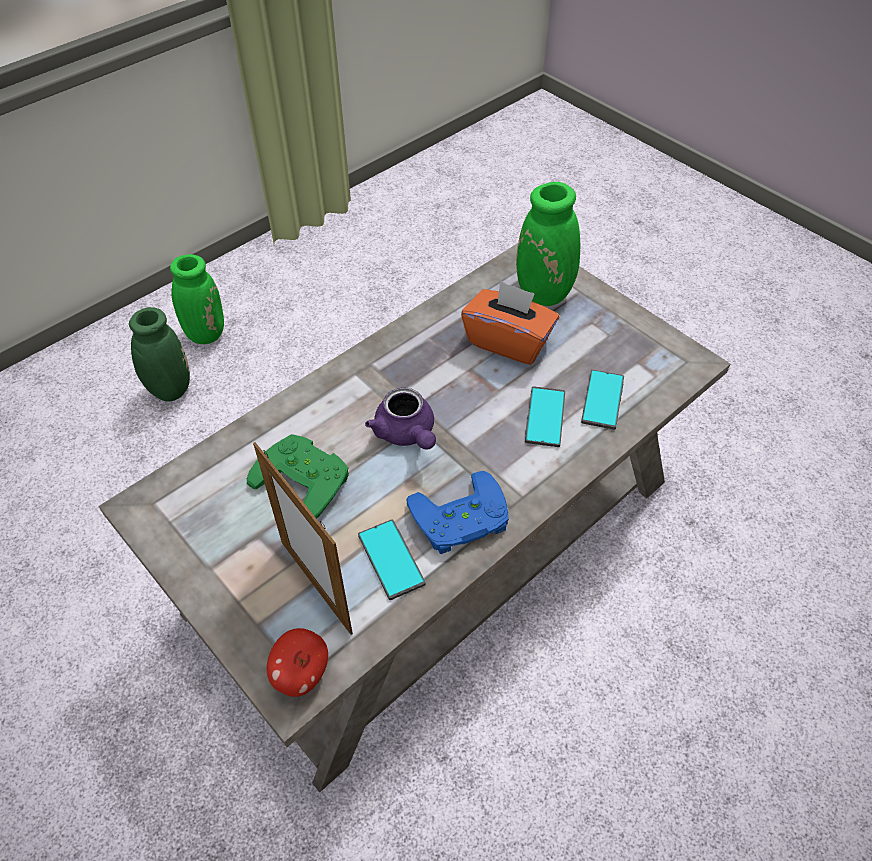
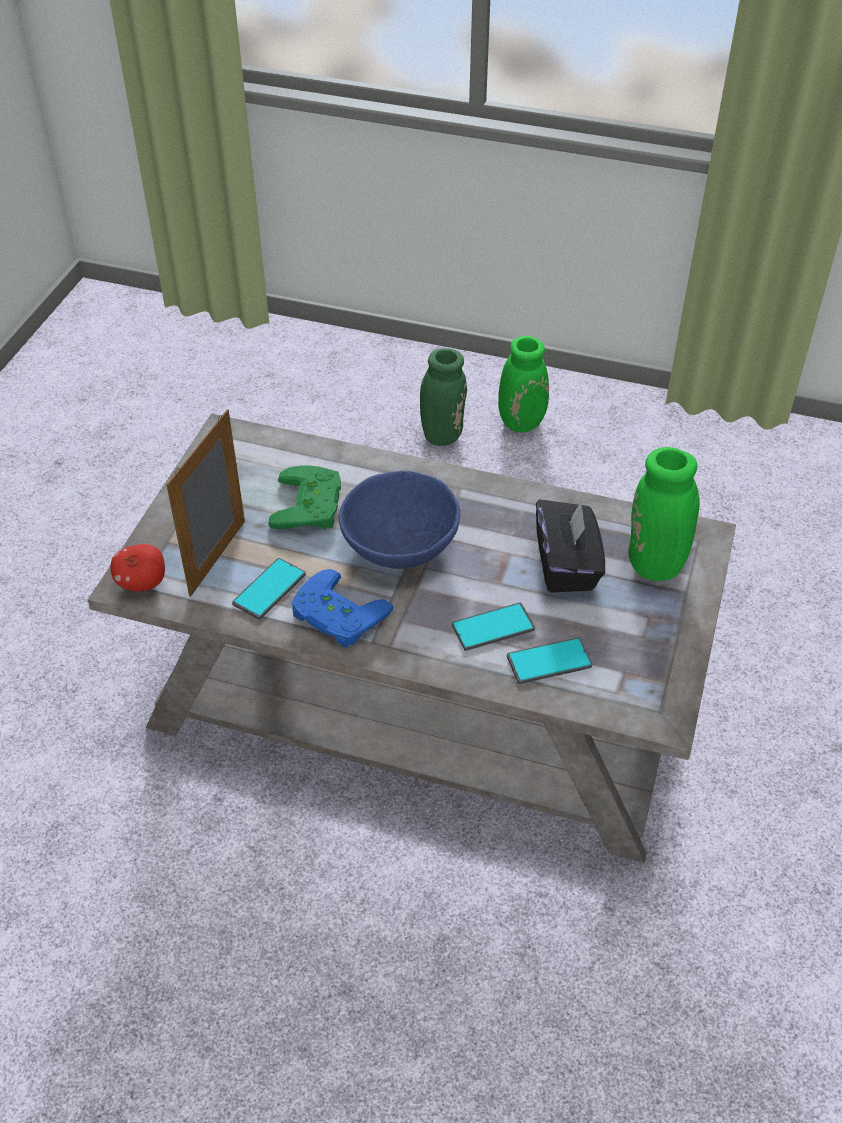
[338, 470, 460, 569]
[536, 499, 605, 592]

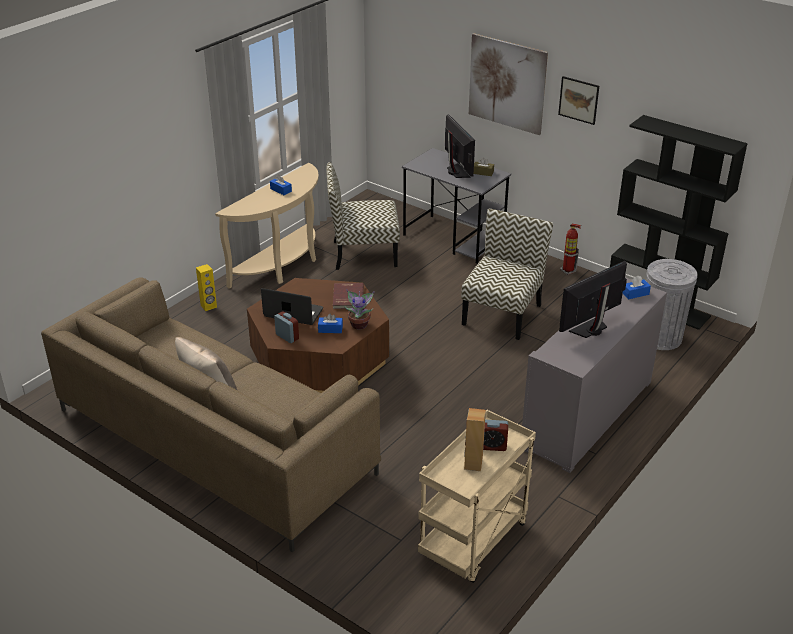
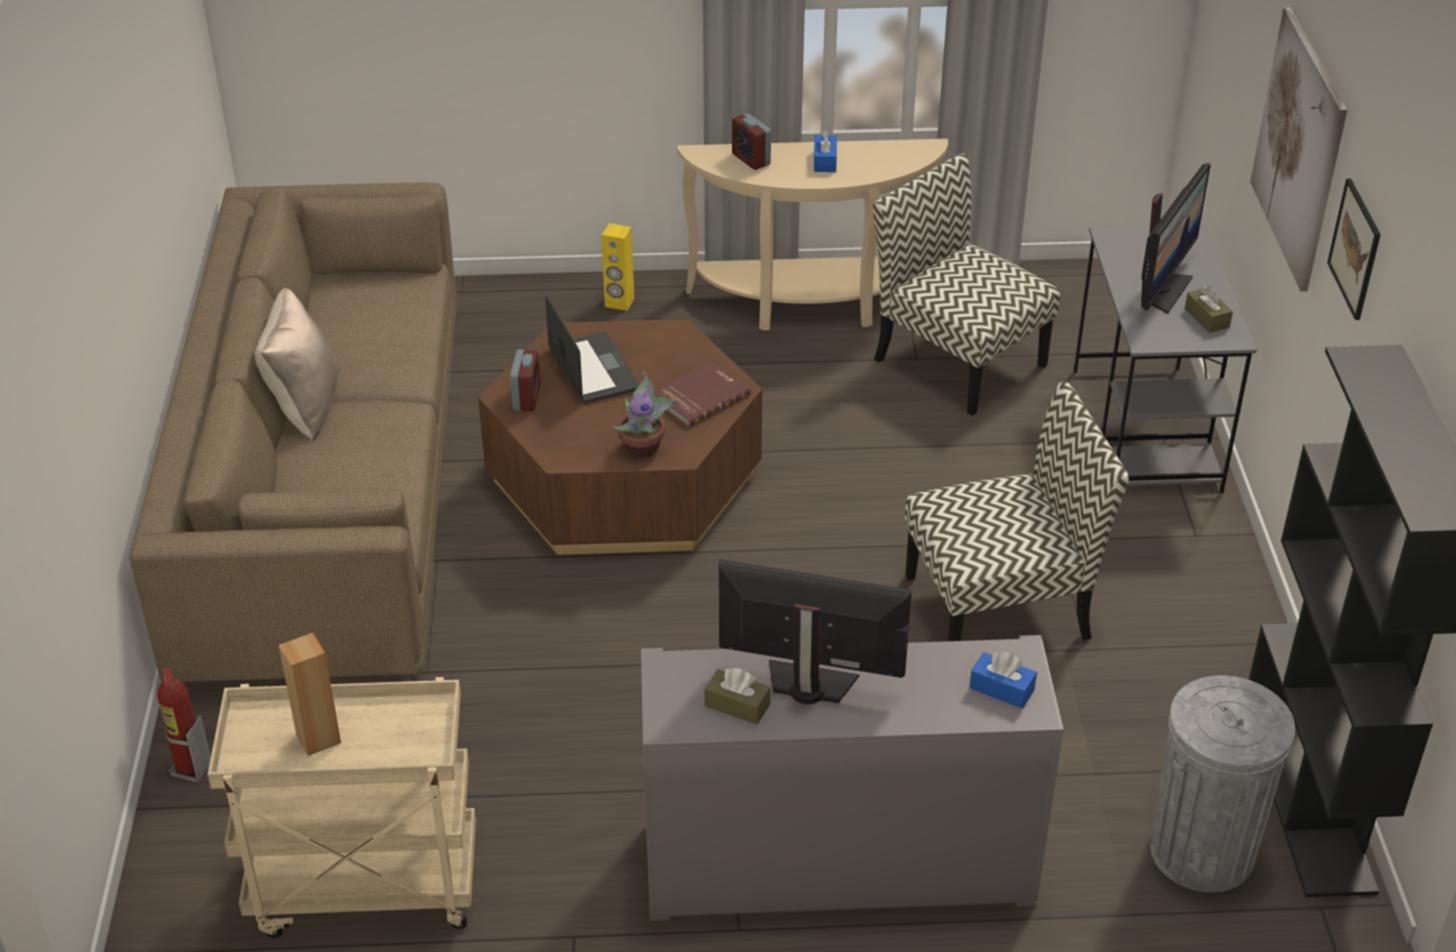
[157, 667, 211, 782]
[704, 668, 770, 724]
[732, 113, 771, 170]
[318, 314, 343, 333] (first image)

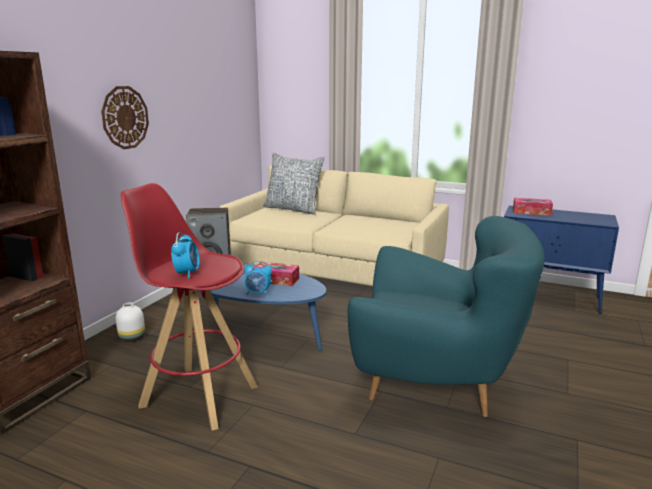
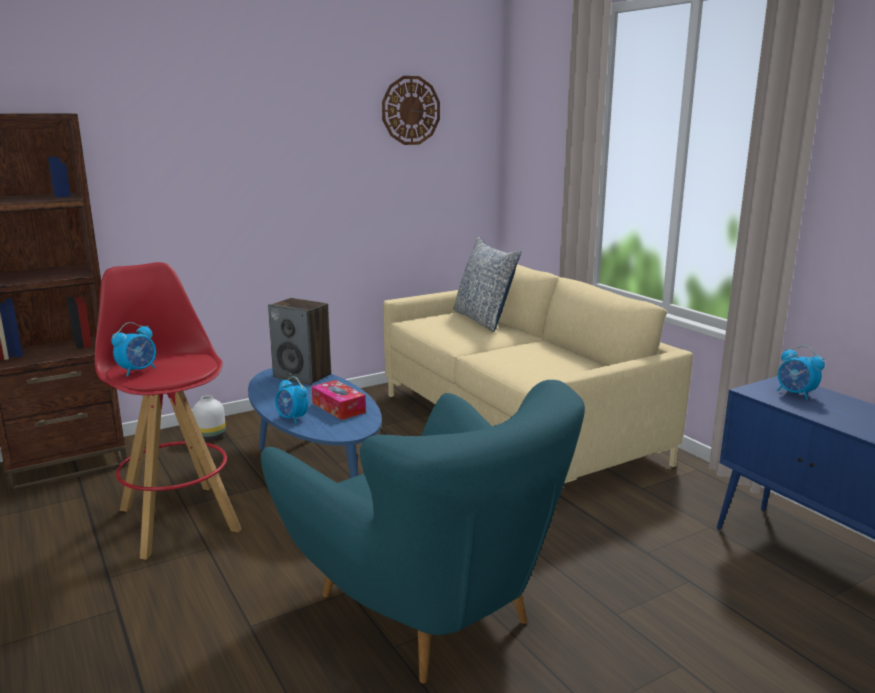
[382, 76, 440, 145]
[777, 346, 825, 400]

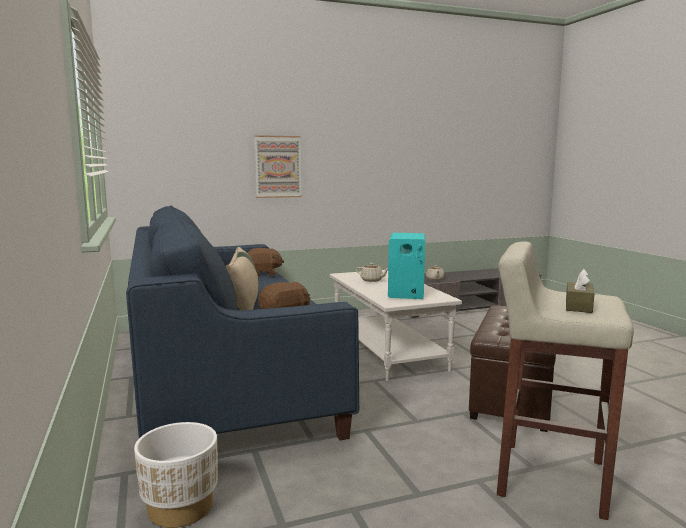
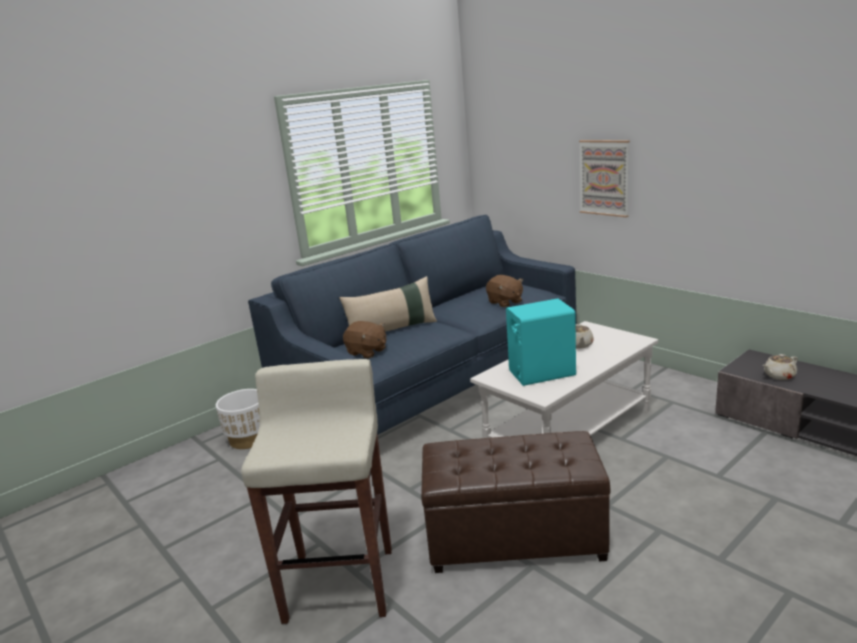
[566, 269, 595, 313] (first image)

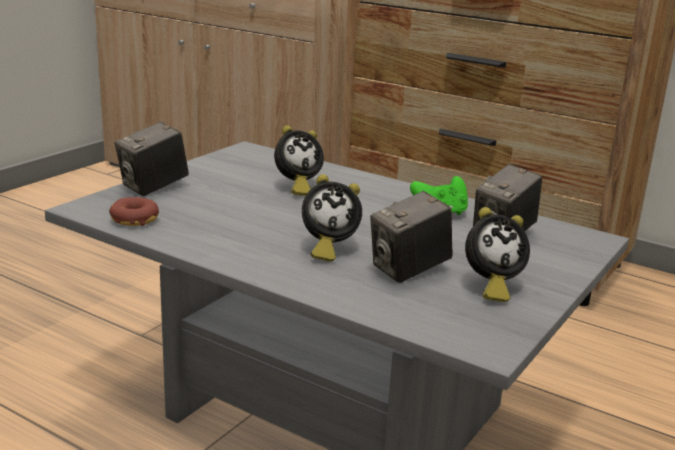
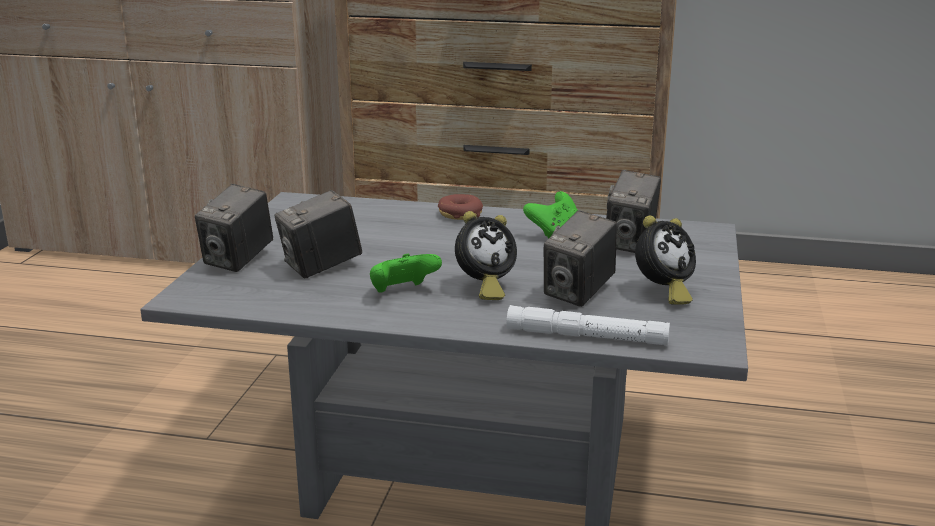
[274, 190, 362, 278]
[370, 254, 442, 293]
[438, 194, 483, 220]
[507, 305, 670, 346]
[274, 125, 324, 196] (first image)

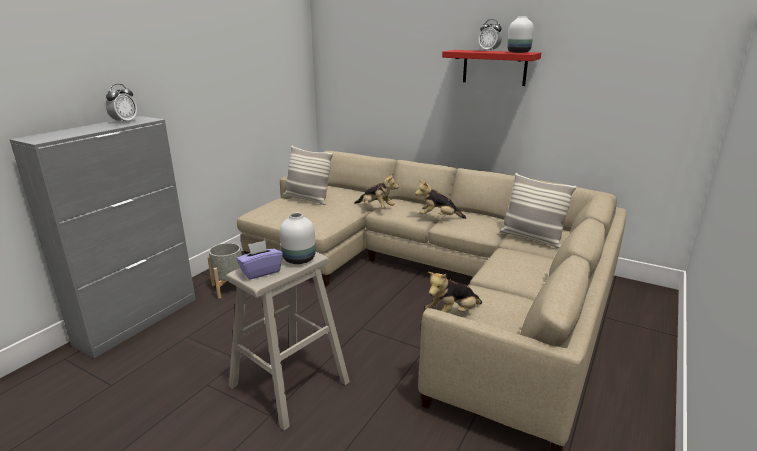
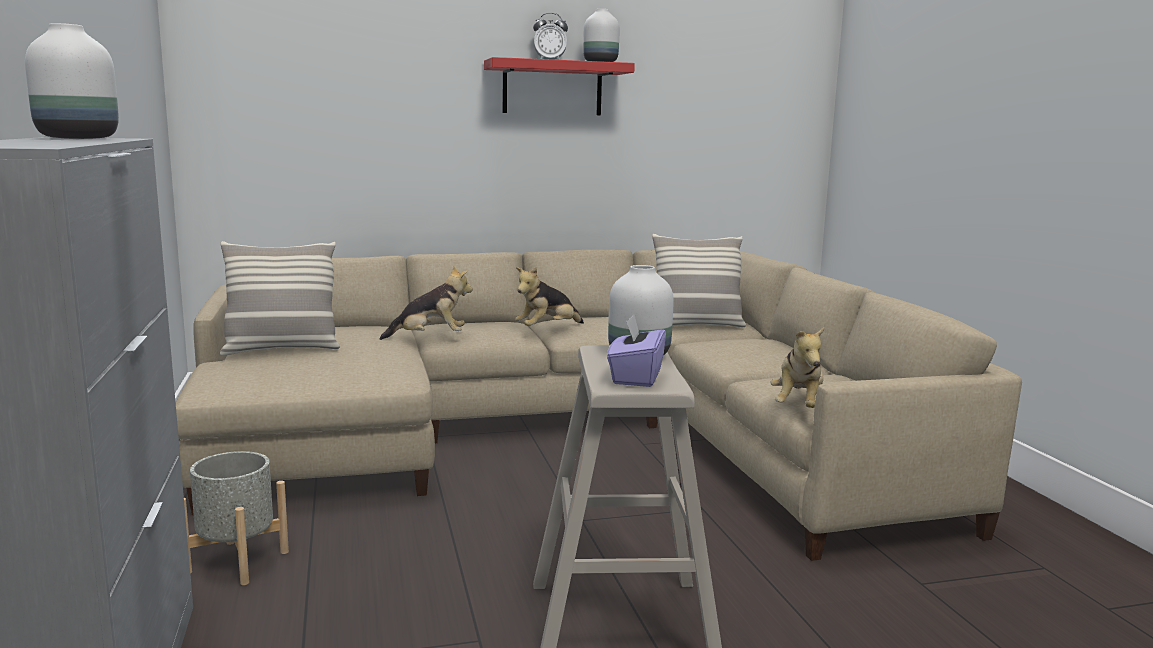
[25, 23, 119, 139]

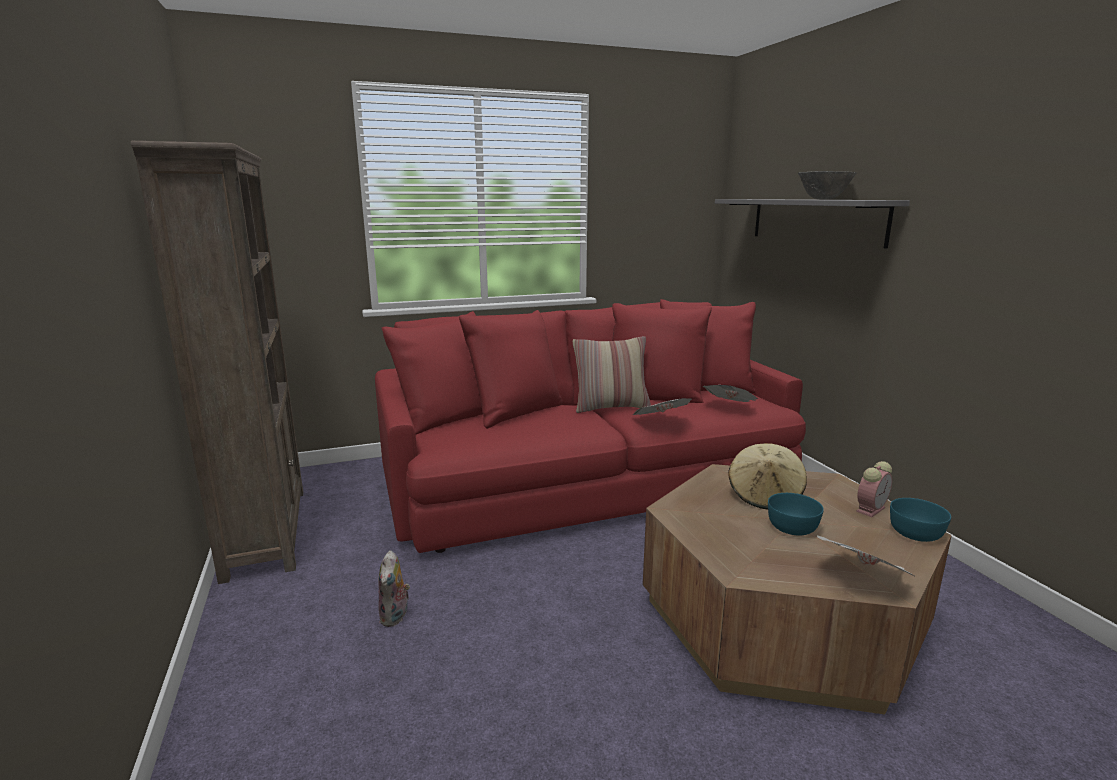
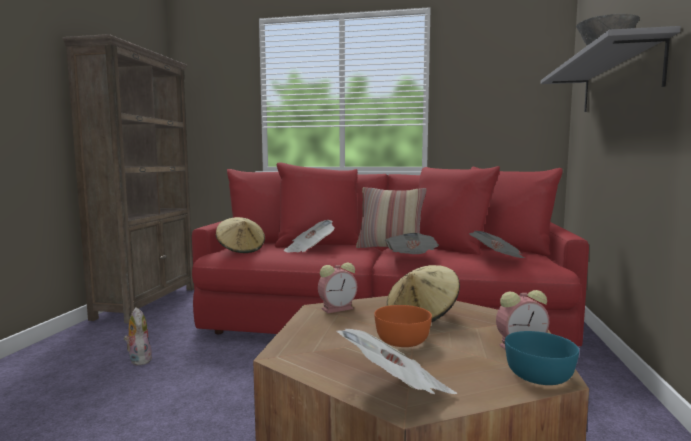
[124, 307, 152, 365]
[216, 217, 265, 253]
[284, 220, 334, 252]
[318, 263, 357, 313]
[374, 305, 432, 347]

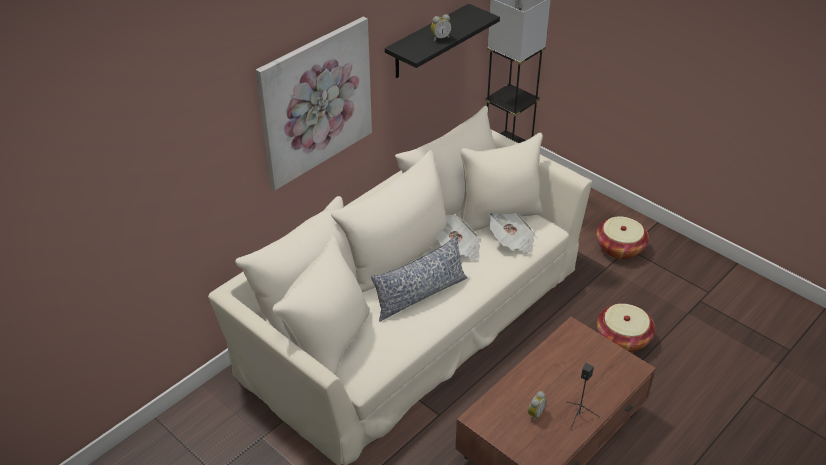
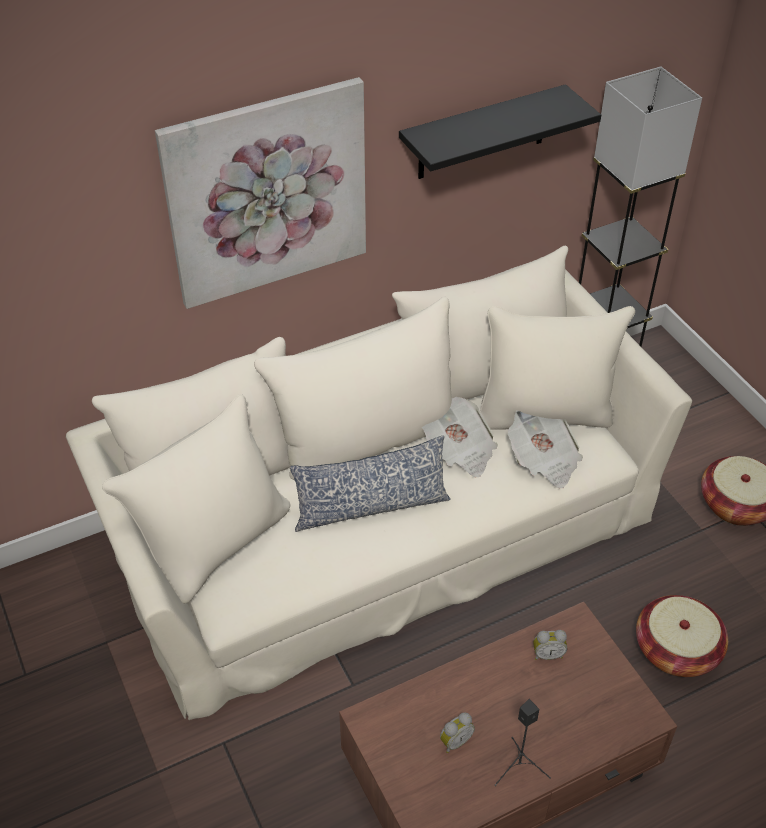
[533, 630, 567, 660]

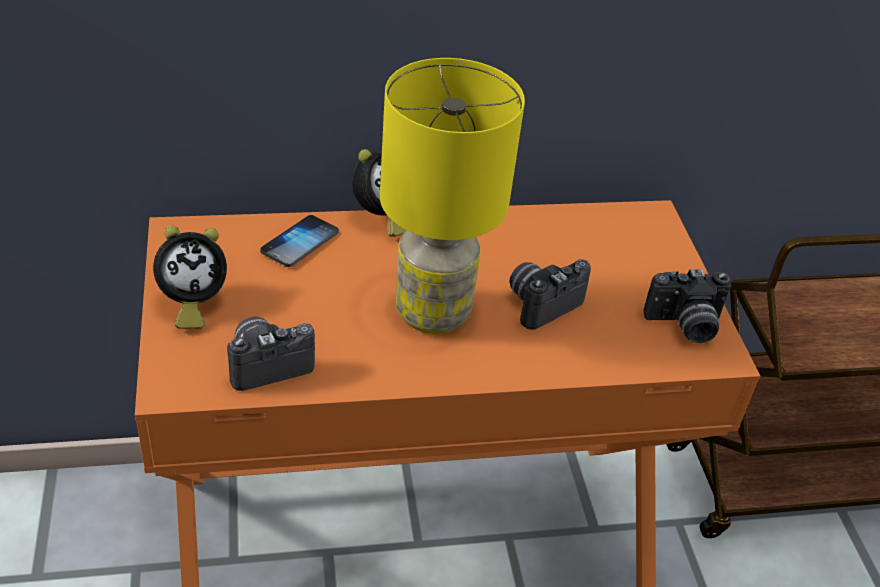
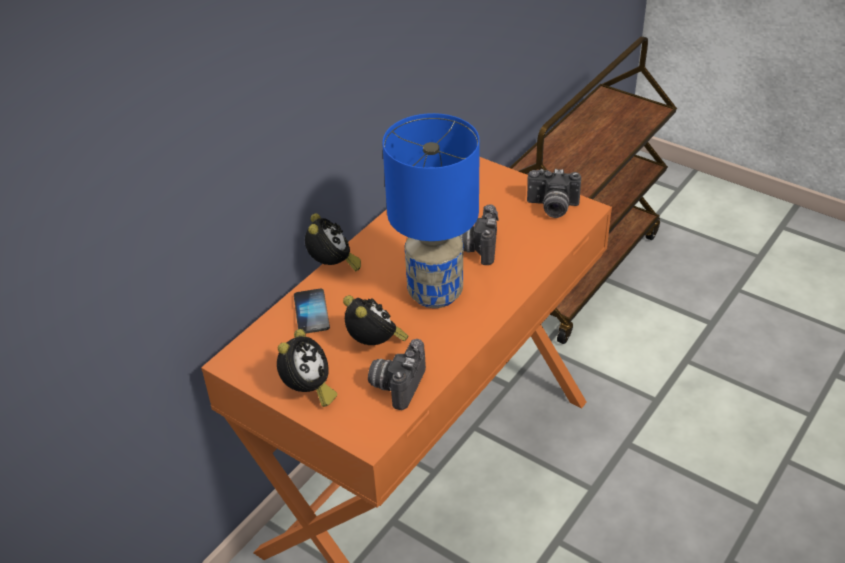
[343, 295, 408, 345]
[382, 113, 480, 308]
[527, 169, 581, 218]

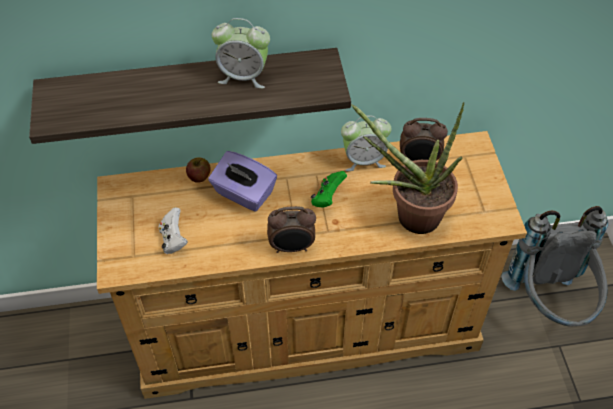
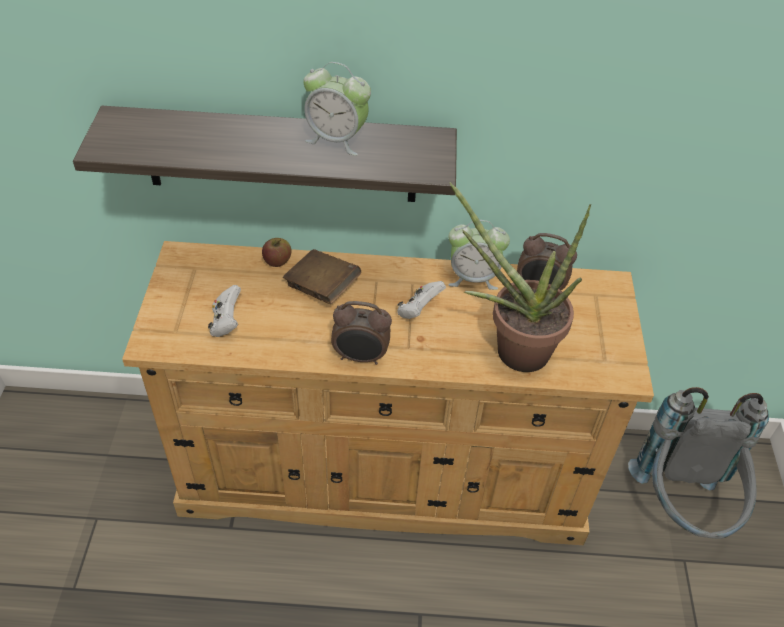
[283, 249, 361, 304]
[397, 281, 446, 319]

